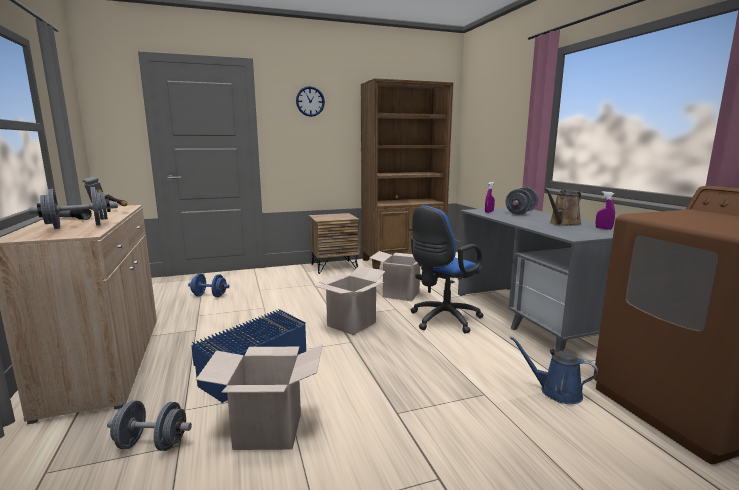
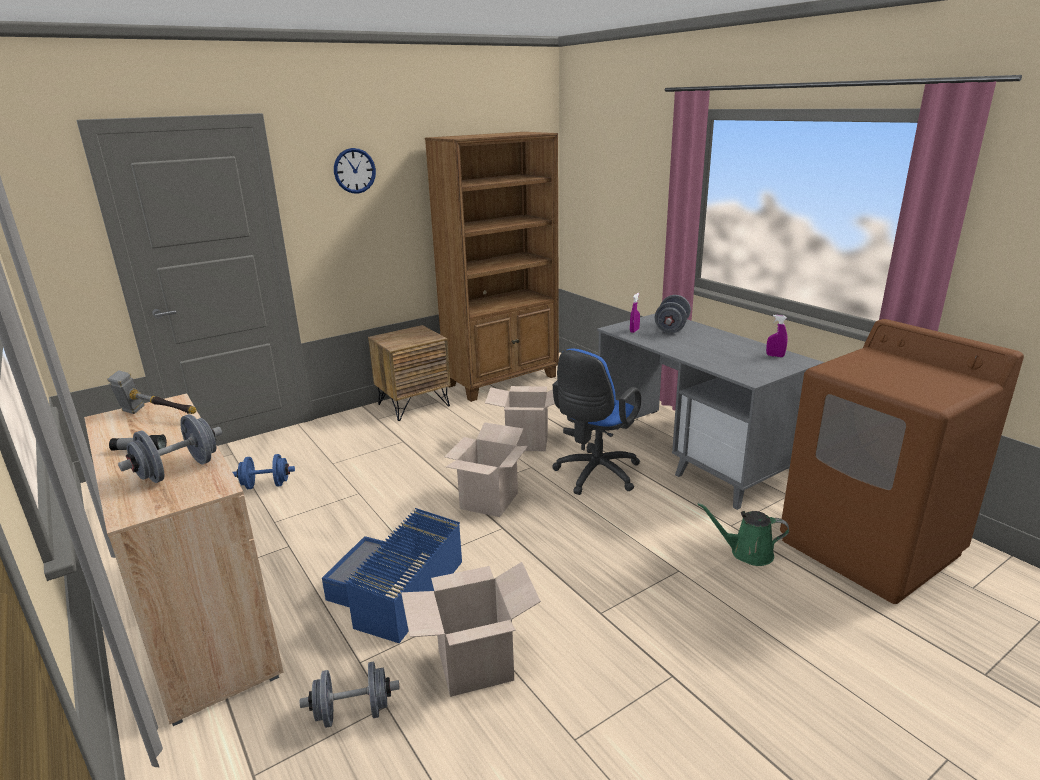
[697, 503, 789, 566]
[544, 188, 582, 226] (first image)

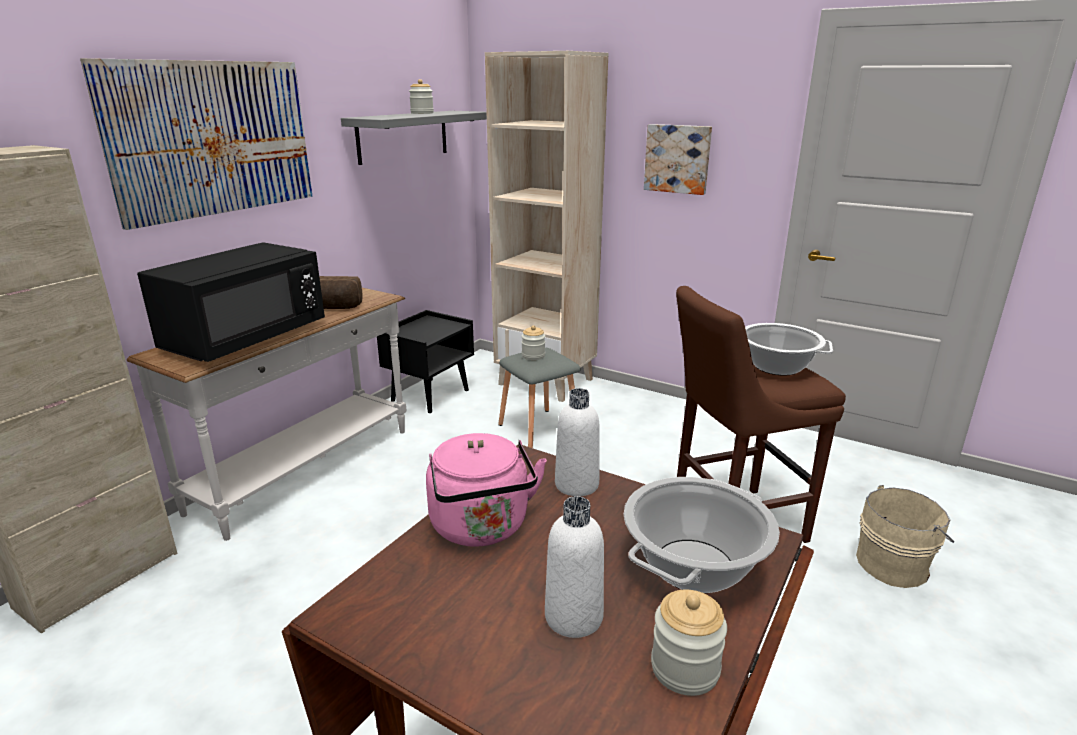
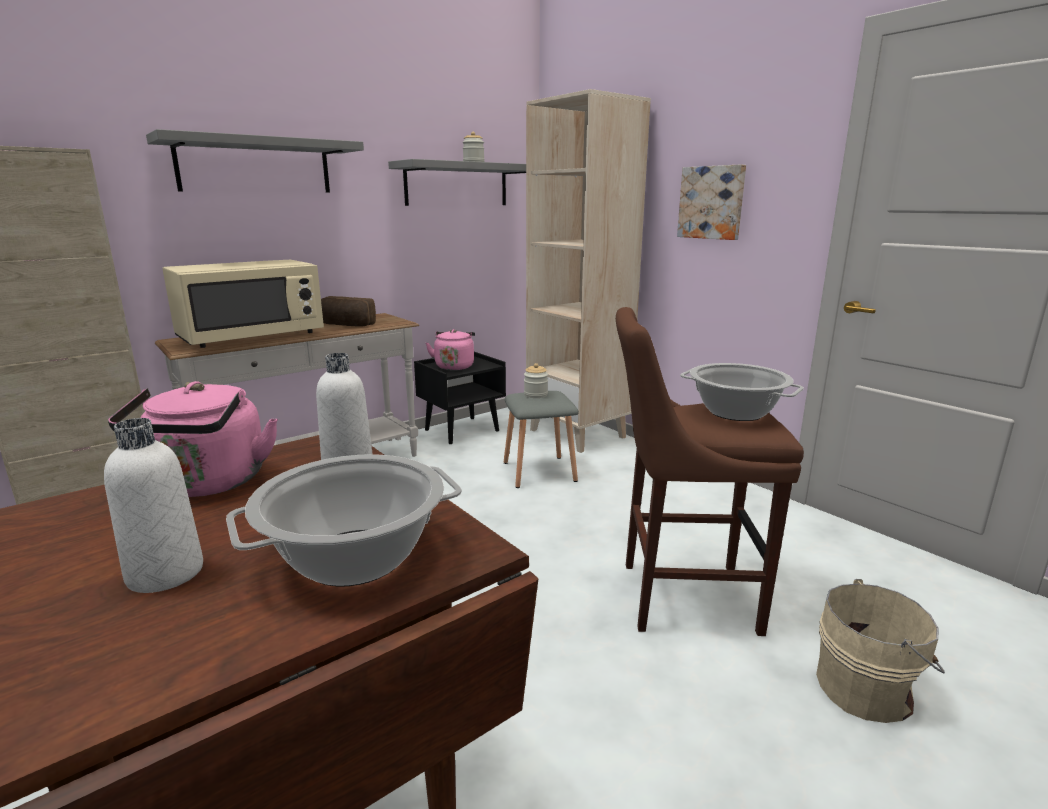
[146, 129, 364, 193]
[162, 260, 324, 348]
[426, 329, 475, 370]
[651, 590, 727, 696] (first image)

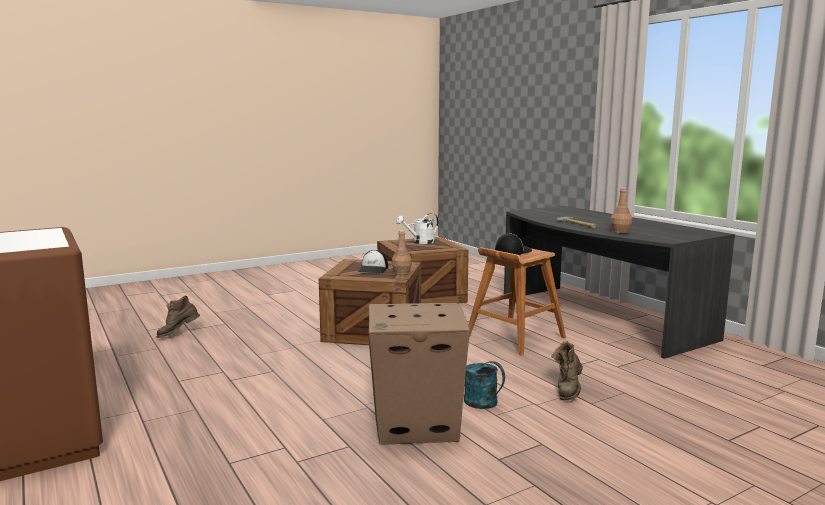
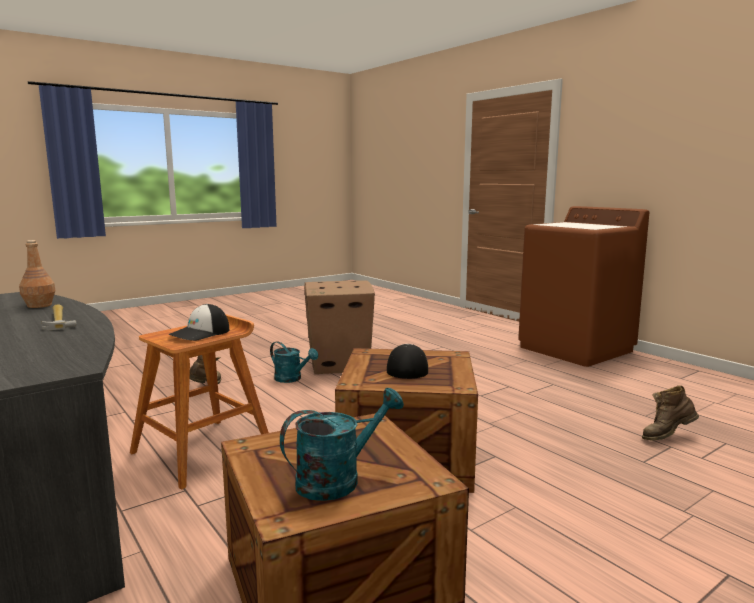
[280, 388, 404, 501]
[642, 385, 699, 440]
[392, 230, 412, 275] (first image)

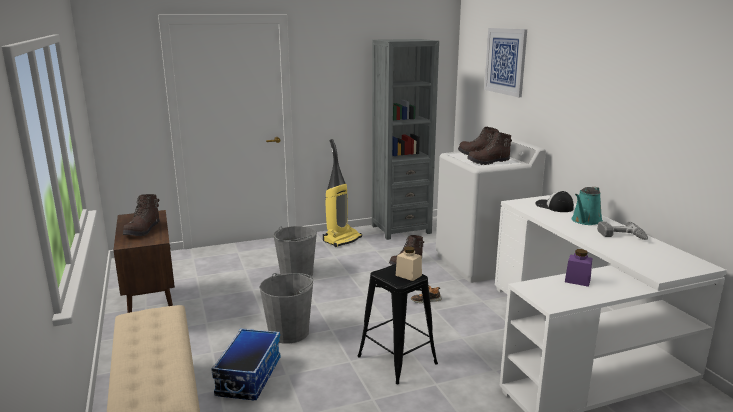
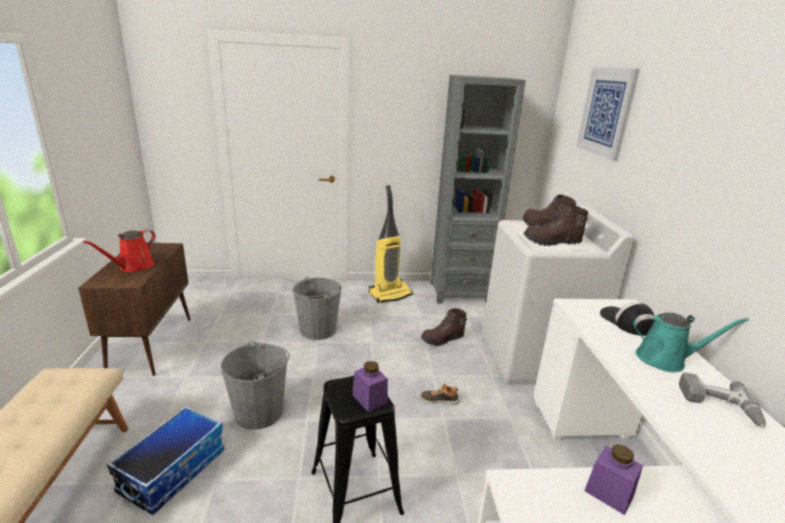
[83, 229, 155, 272]
[353, 361, 388, 412]
[634, 312, 749, 373]

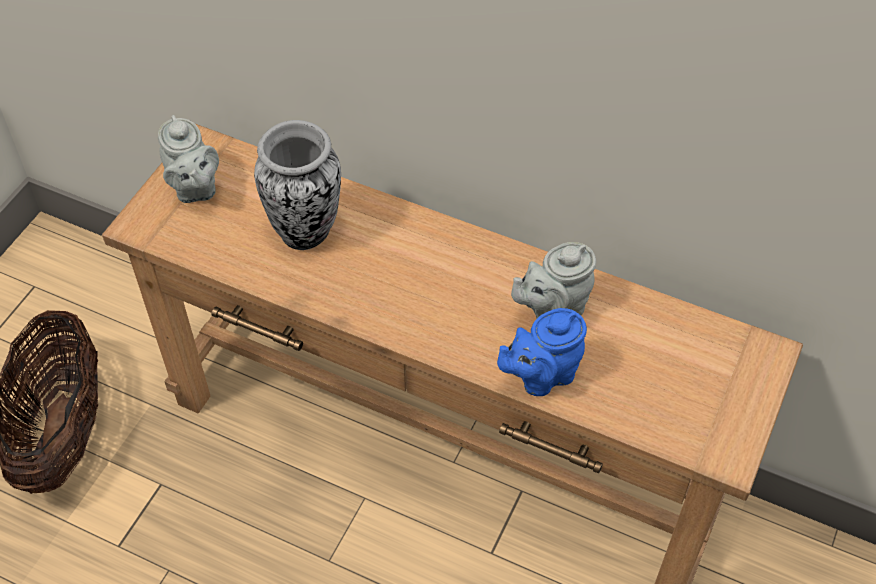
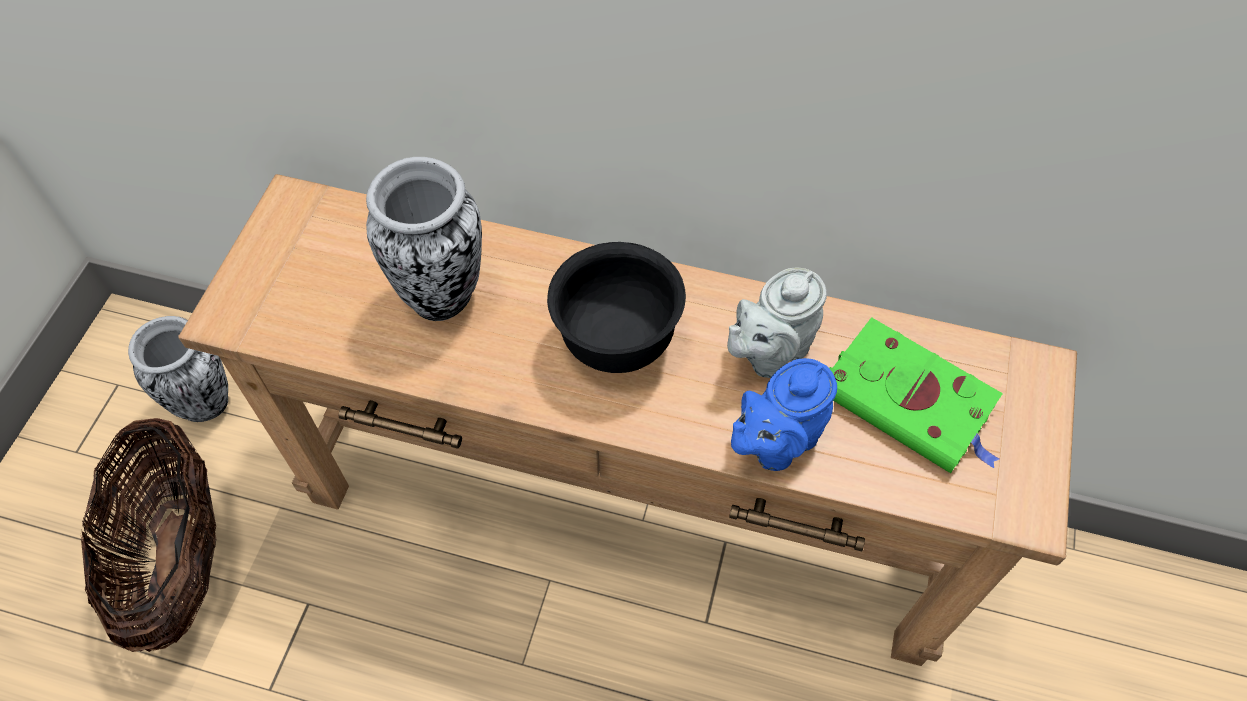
[128, 316, 228, 422]
[547, 242, 686, 373]
[829, 317, 1003, 473]
[158, 115, 219, 203] (first image)

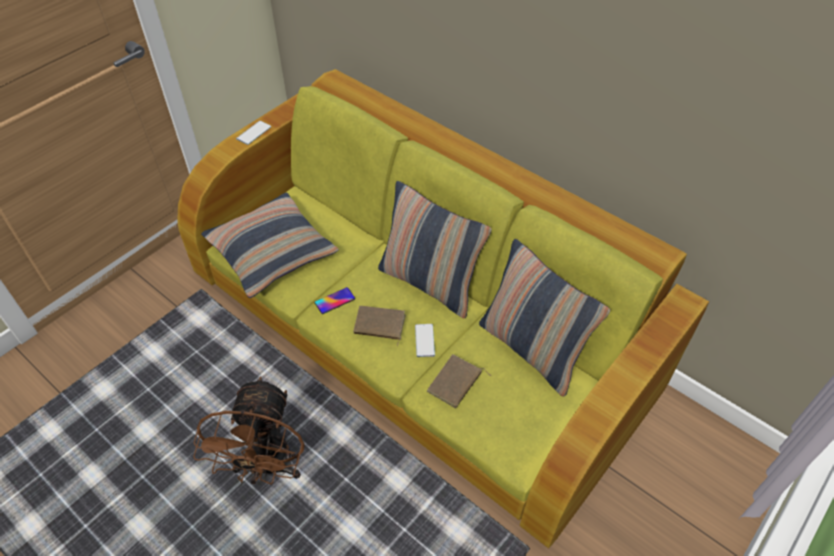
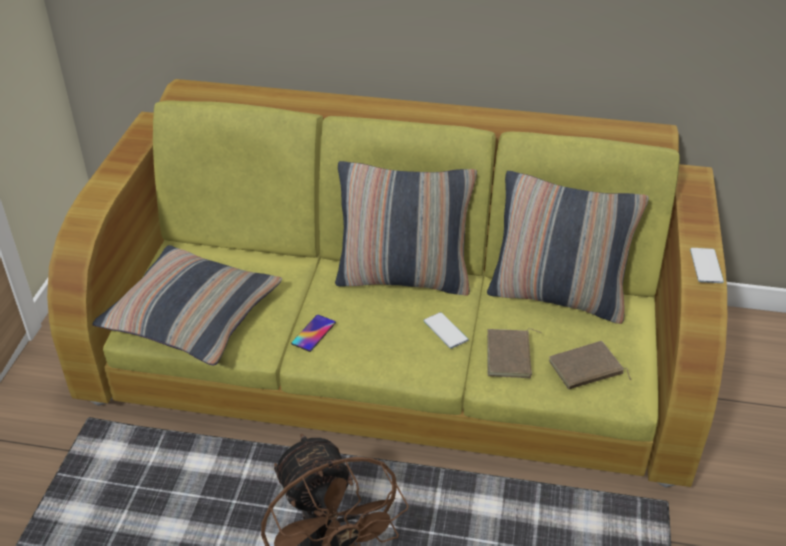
[549, 341, 631, 390]
[690, 248, 724, 283]

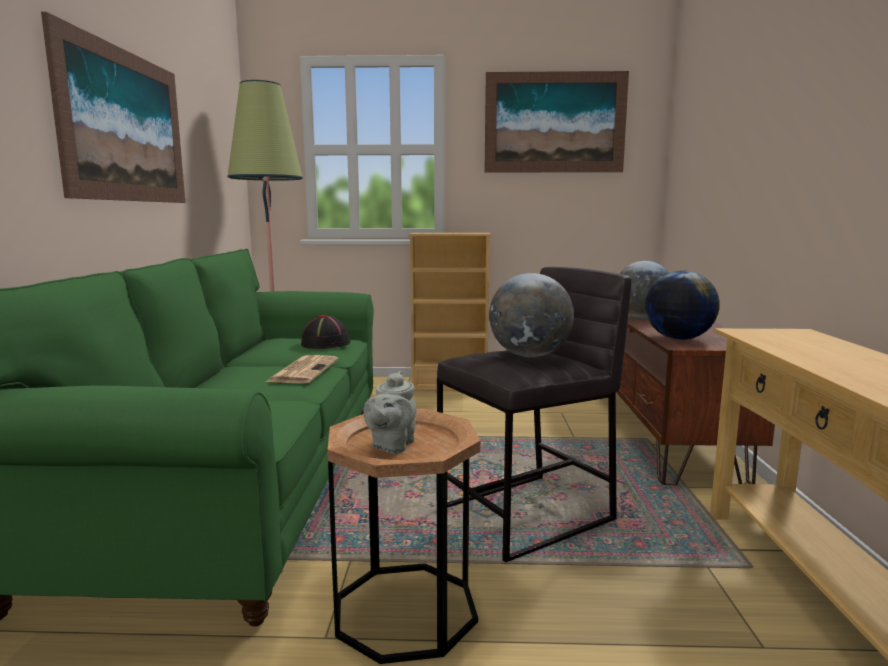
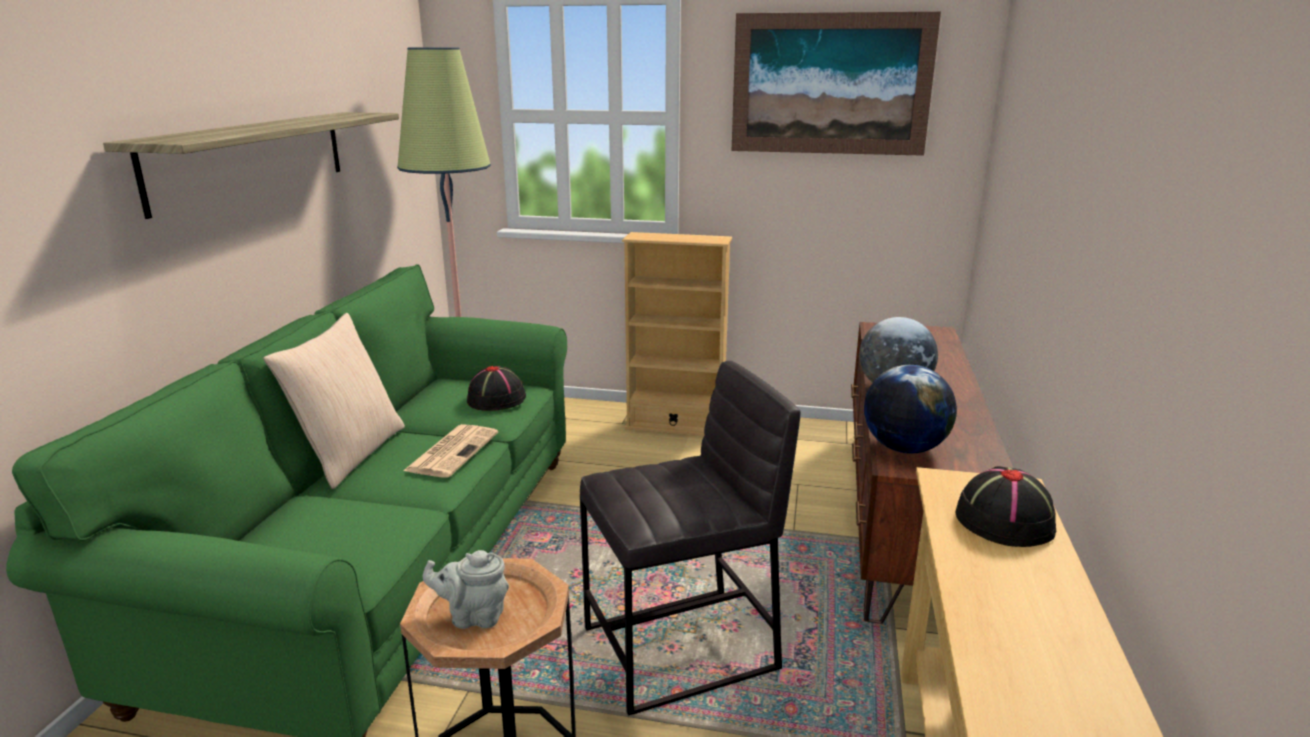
[103, 112, 399, 219]
[263, 313, 405, 489]
[423, 550, 509, 629]
[956, 466, 1056, 547]
[489, 273, 574, 357] (first image)

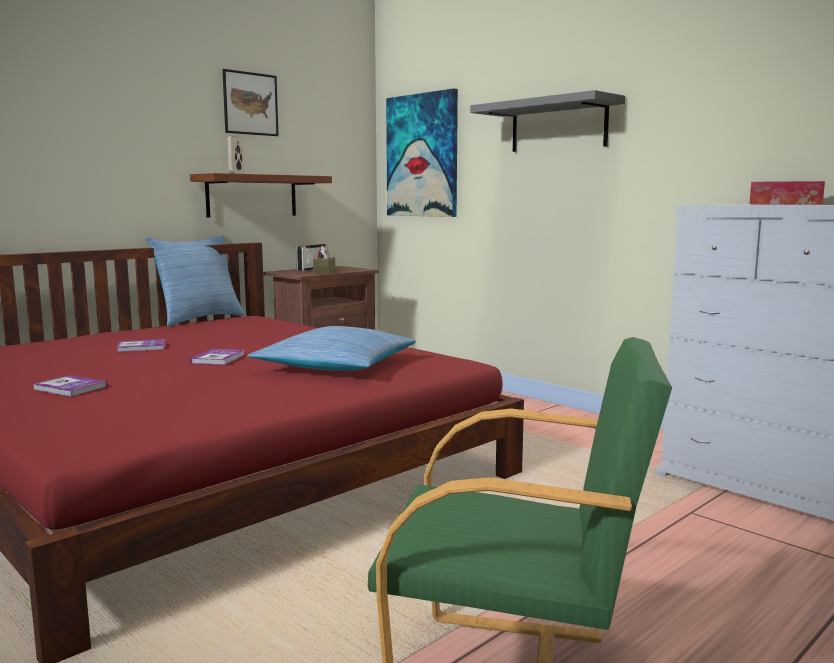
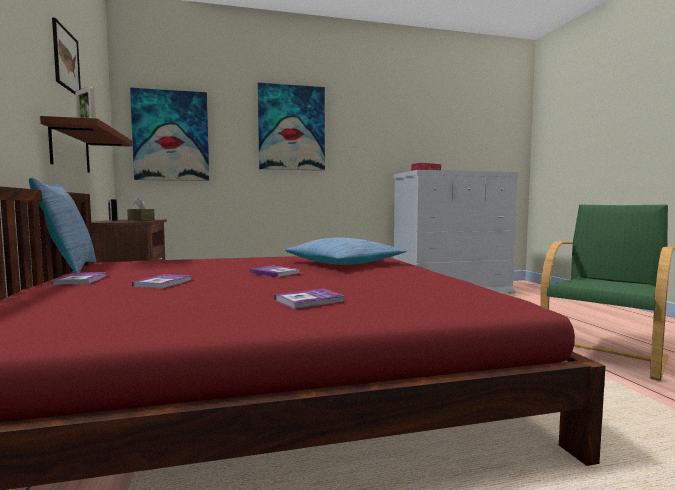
[50, 272, 107, 285]
[257, 82, 325, 171]

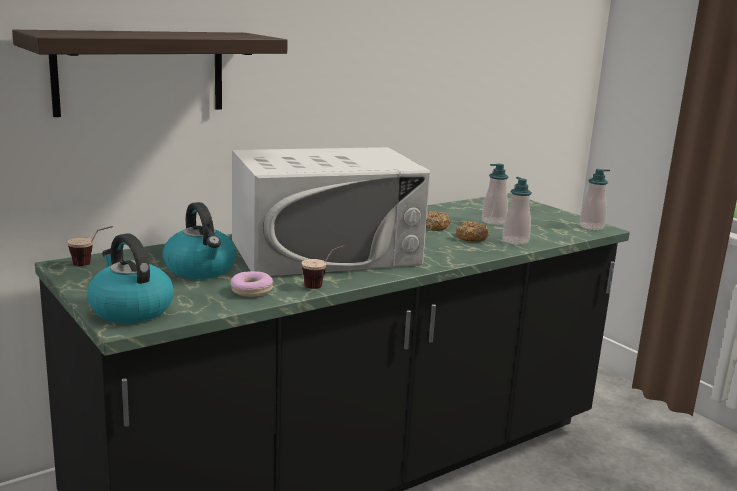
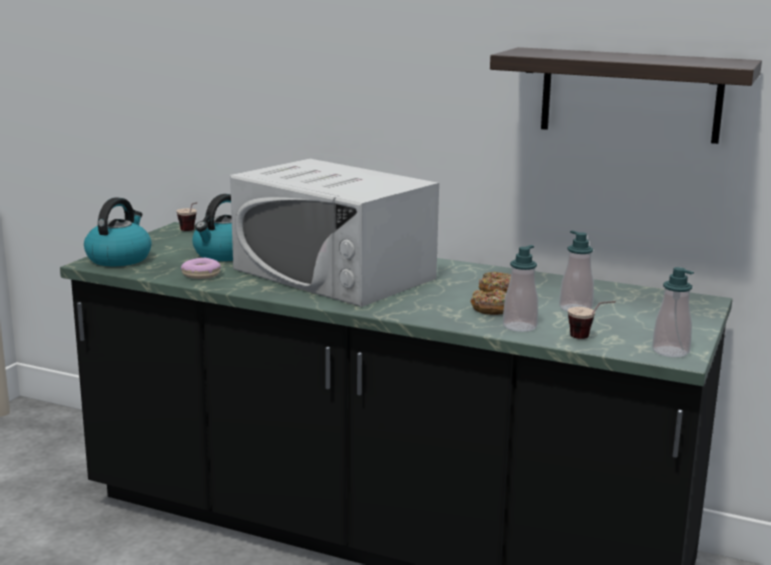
[490, 47, 762, 144]
[568, 301, 616, 339]

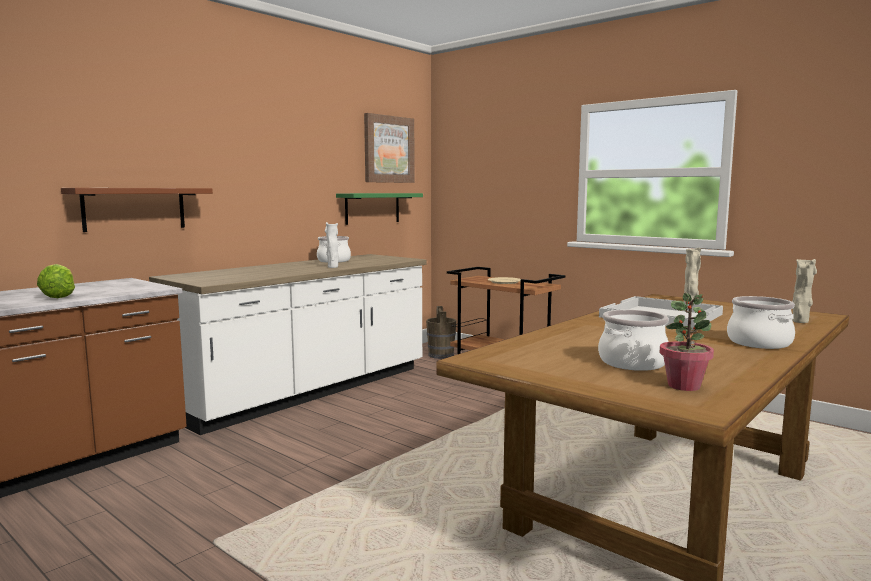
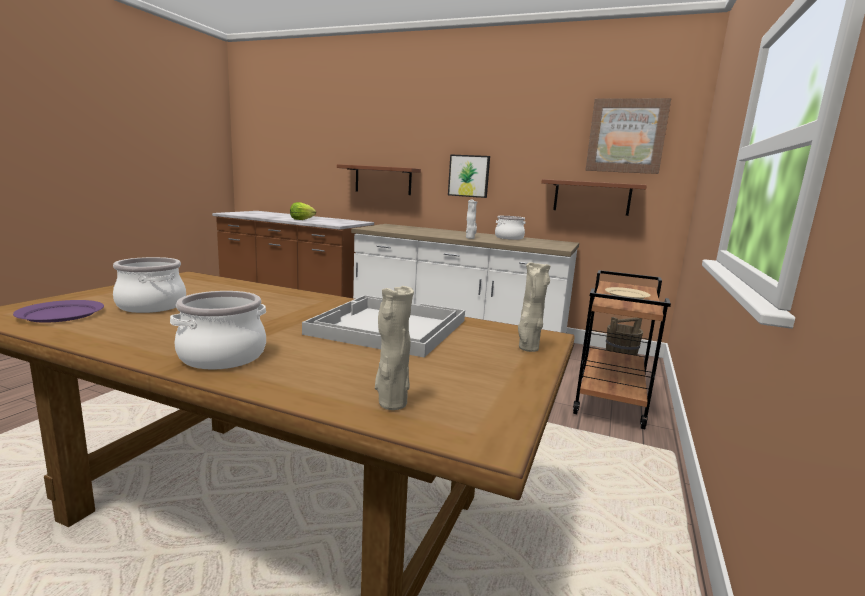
[13, 300, 104, 323]
[448, 154, 490, 198]
[541, 179, 647, 216]

